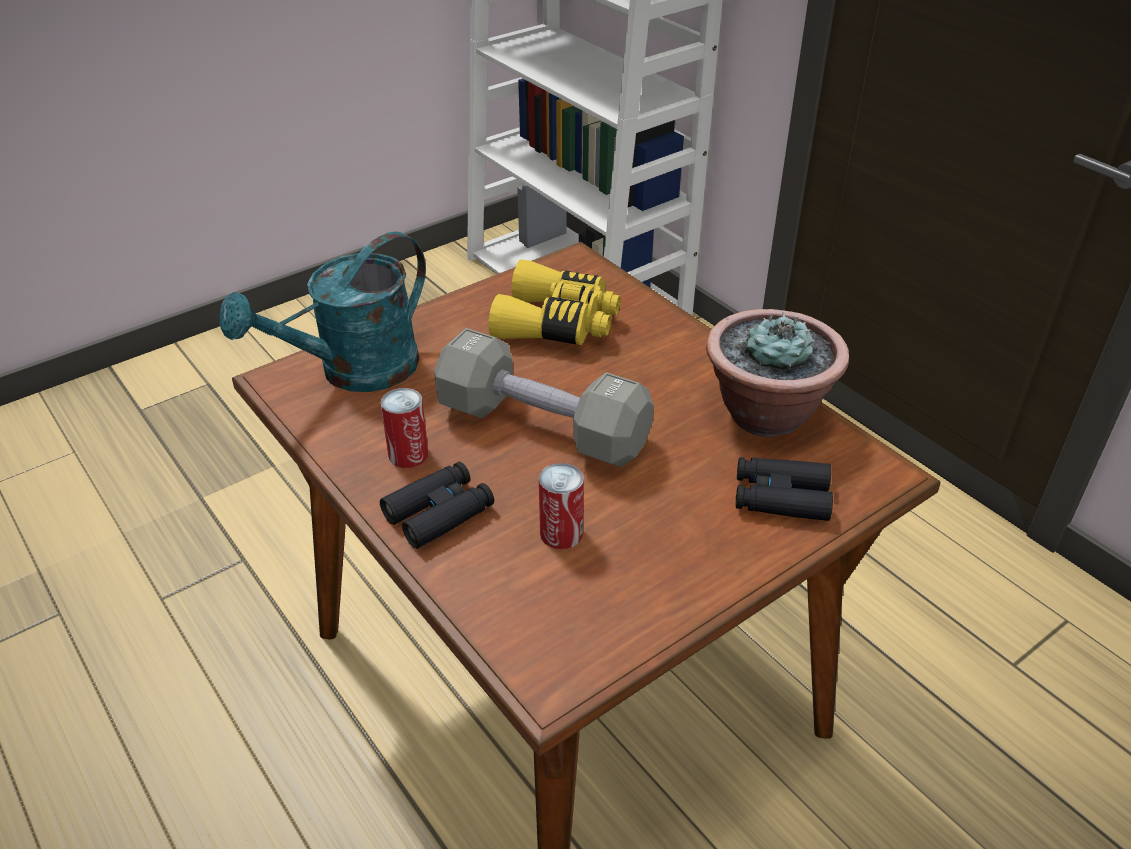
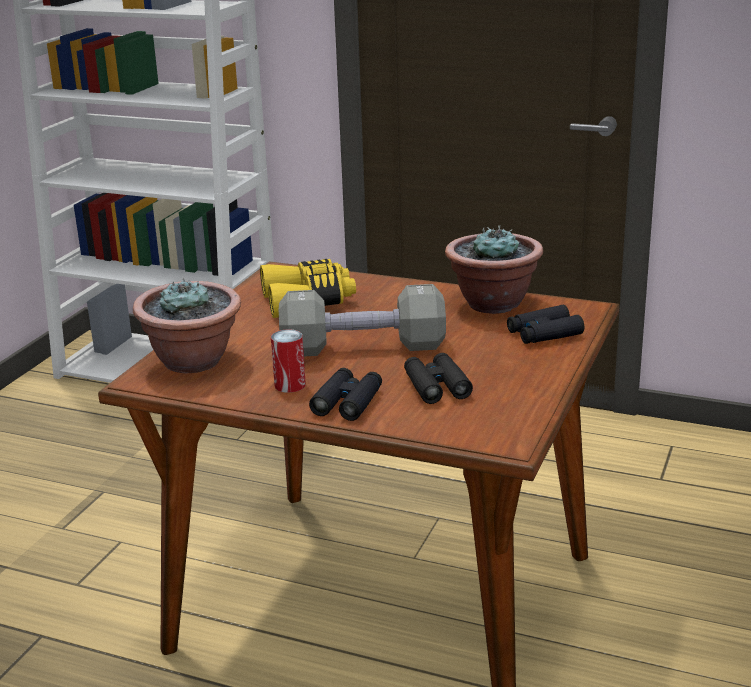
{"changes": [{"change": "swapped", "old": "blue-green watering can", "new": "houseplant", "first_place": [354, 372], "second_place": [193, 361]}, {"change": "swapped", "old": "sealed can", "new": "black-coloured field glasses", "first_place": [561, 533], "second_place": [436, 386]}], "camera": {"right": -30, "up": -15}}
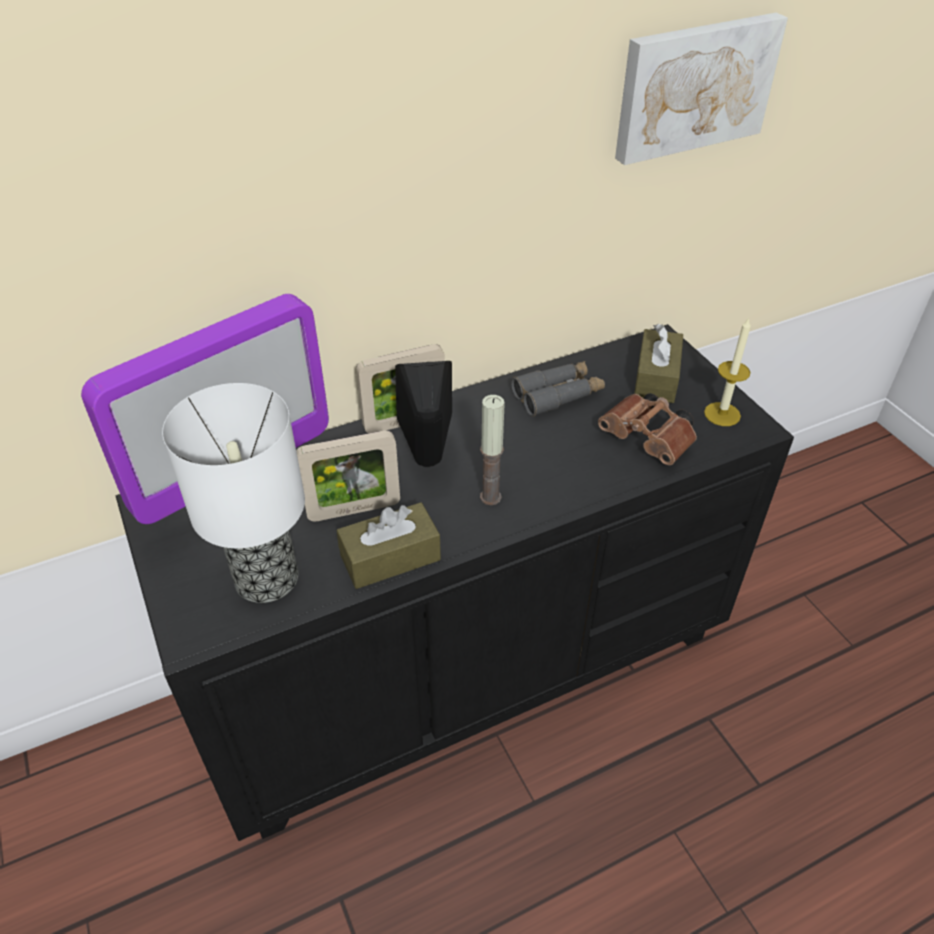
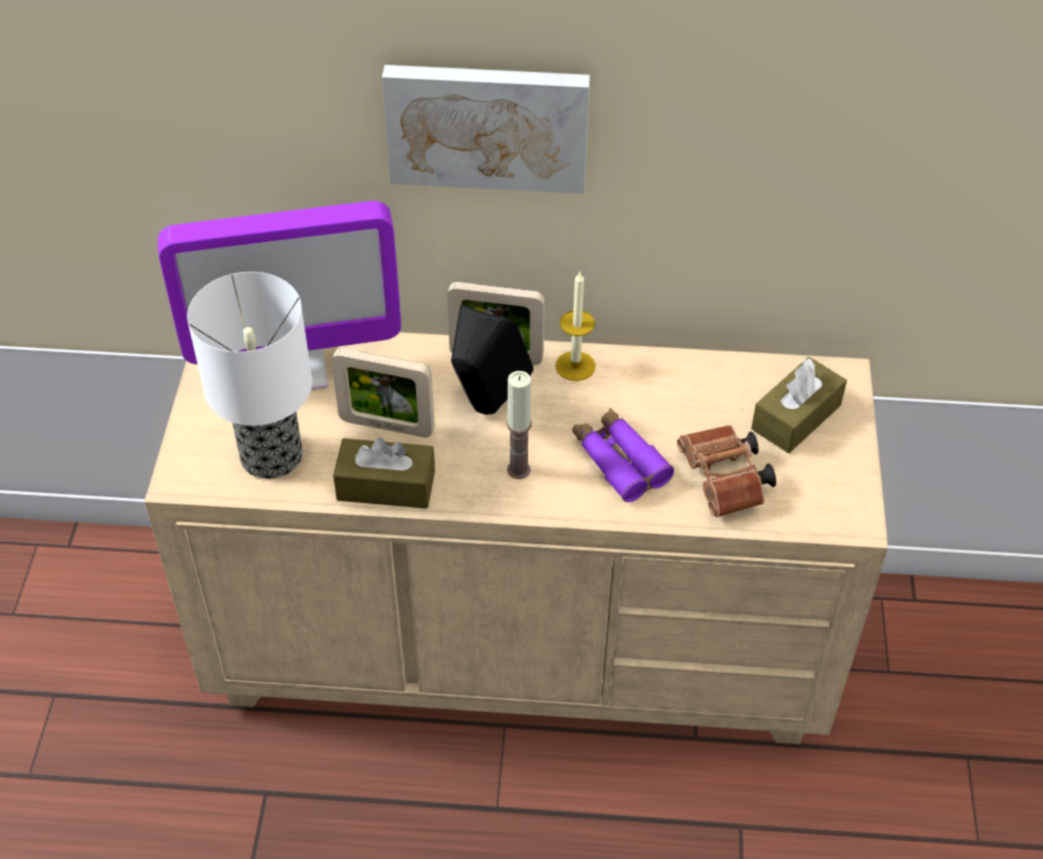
{"changes": [{"change": "repainted", "old": "black-coloured chest of drawers", "new": "beige chest of drawers", "first_place": [466, 666], "second_place": [520, 644]}, {"change": "shifted", "old": "picture", "first_place": [694, 86], "second_place": [487, 124]}, {"change": "shifted", "old": "wax light", "first_place": [722, 414], "second_place": [575, 366]}, {"change": "new", "new": "purple field glasses", "second_place": [619, 461]}, {"change": "gone", "old": "greyish field glasses", "first_place": [558, 395]}], "camera": {"right": 30, "up": 5}}
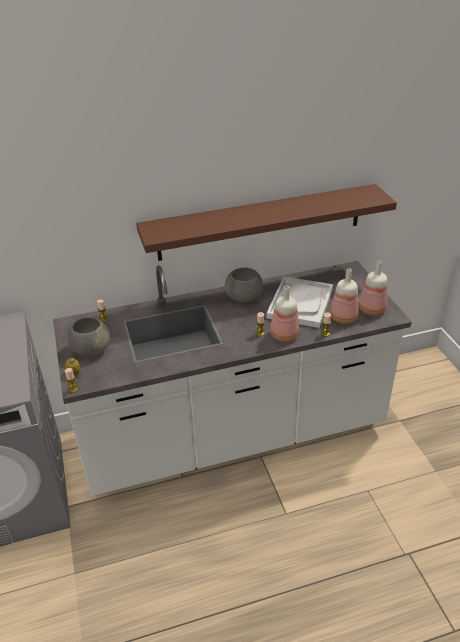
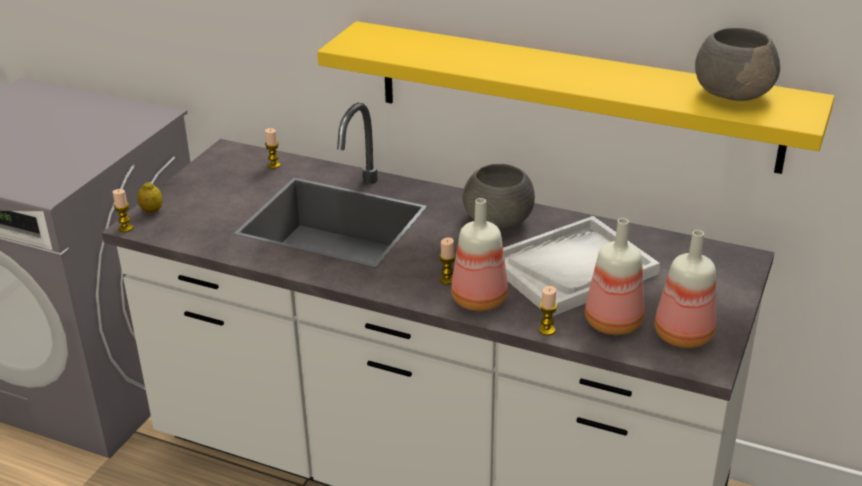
{"changes": [{"change": "repainted", "old": "brown wall shelf", "new": "yellow-coloured wall shelf", "first_place": [261, 222], "second_place": [574, 95]}, {"change": "shifted", "old": "greyish bowl", "first_place": [91, 348], "second_place": [733, 93]}], "camera": {"right": 40, "up": -5}}
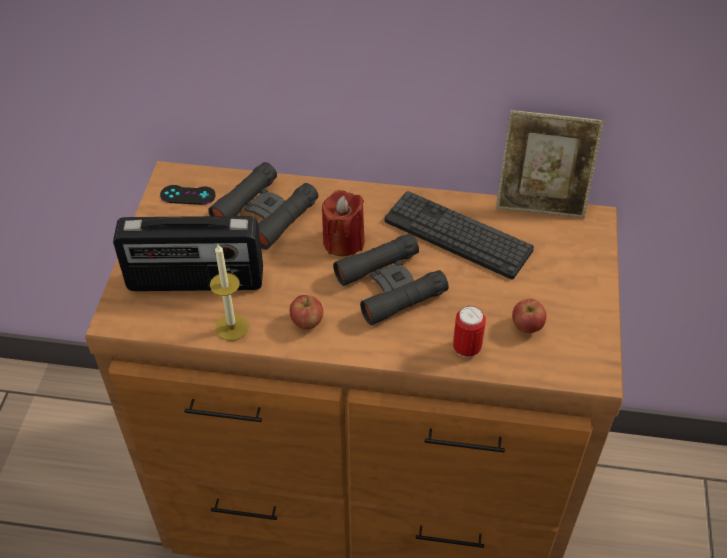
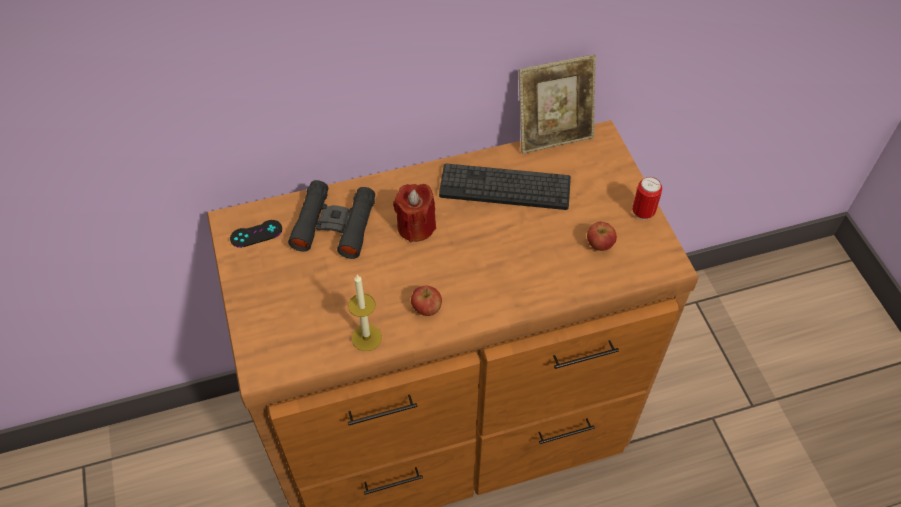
{"changes": [{"change": "shifted", "old": "sealed can", "first_place": [466, 348], "second_place": [643, 212]}, {"change": "gone", "old": "radio", "first_place": [195, 282]}, {"change": "gone", "old": "black-coloured field glasses", "first_place": [390, 285]}], "camera": {"right": -25, "up": 5}}
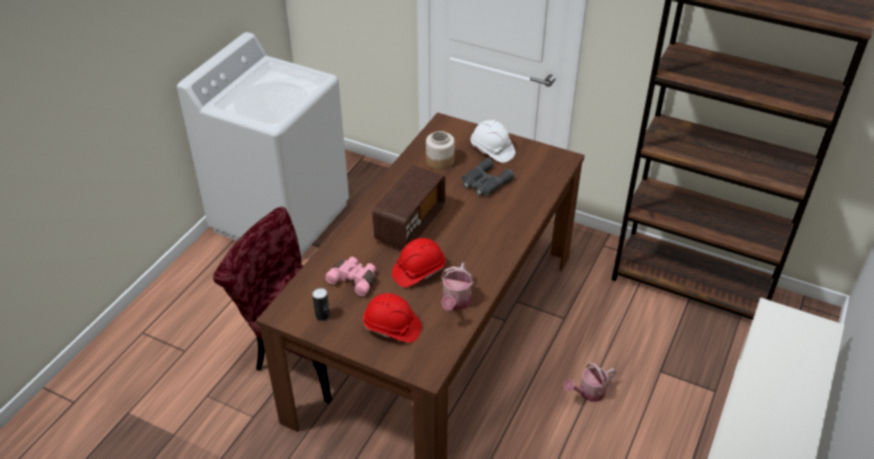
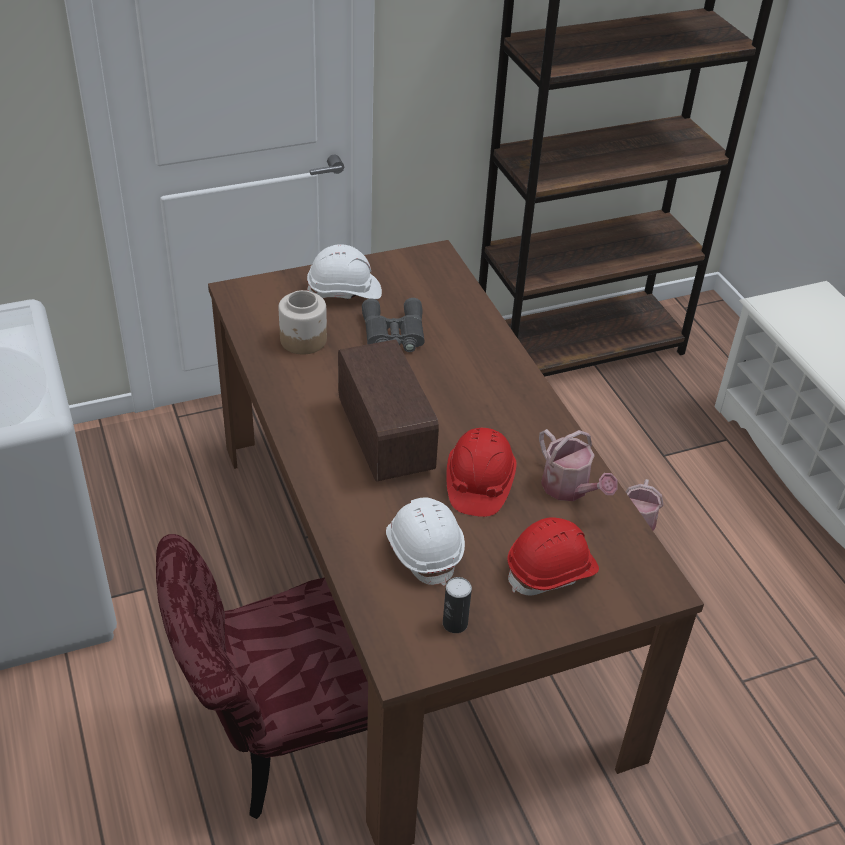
{"changes": [{"change": "swapped", "old": "pinkish field glasses", "new": "white safety helmet", "first_place": [354, 279], "second_place": [424, 550]}], "camera": {"right": -50, "up": 0}}
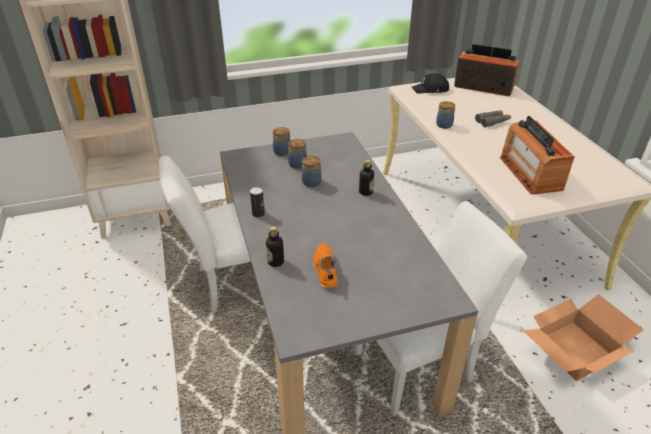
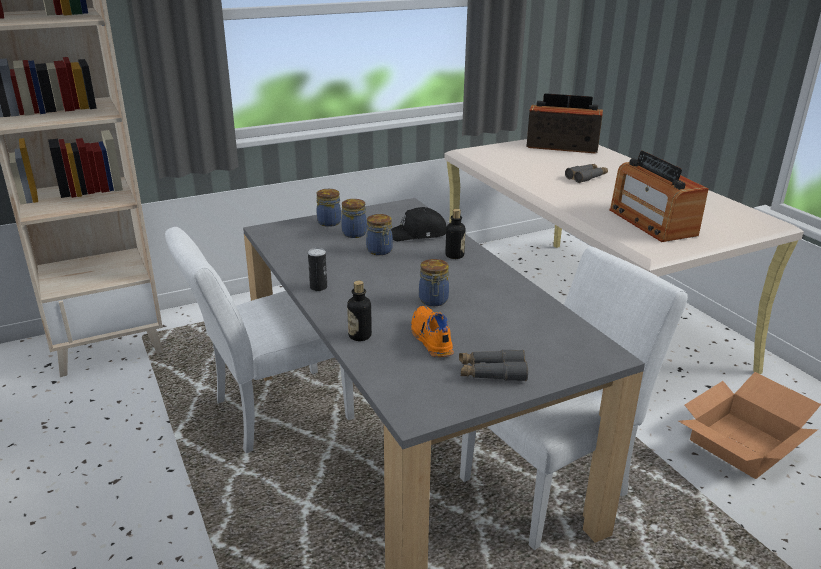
{"changes": [{"change": "shifted", "old": "black-coloured cap", "first_place": [431, 90], "second_place": [417, 234]}, {"change": "shifted", "old": "preserve jar", "first_place": [444, 125], "second_place": [433, 301]}, {"change": "new", "new": "greyish field glasses", "second_place": [492, 372]}], "camera": {"right": -10, "up": -10}}
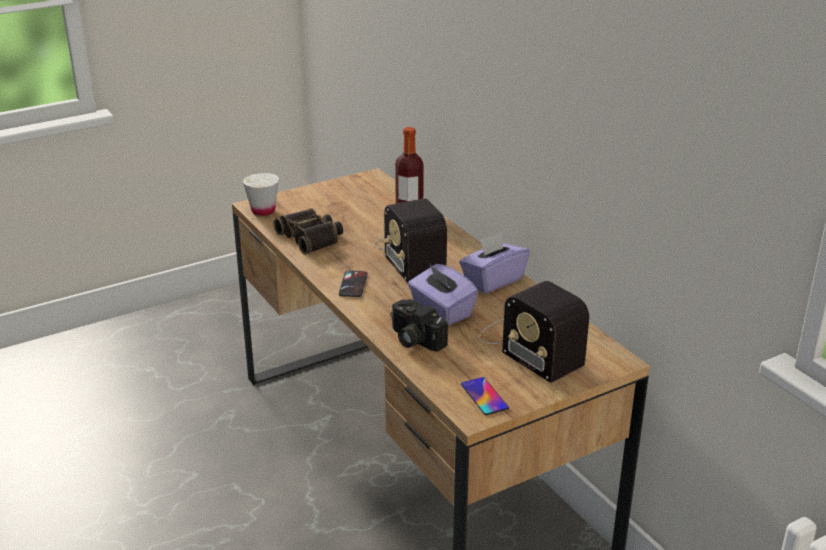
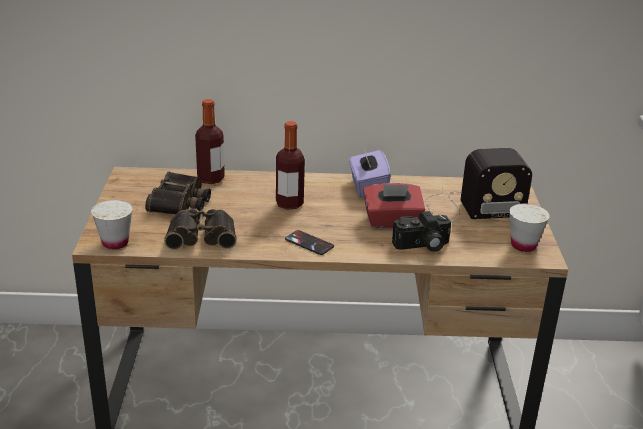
{"changes": [{"change": "new", "new": "field glasses", "second_place": [180, 202]}, {"change": "swapped", "old": "radio", "new": "bottle", "first_place": [410, 254], "second_place": [289, 204]}, {"change": "repainted", "old": "purple box of tissues", "new": "red box of tissues", "first_place": [441, 311], "second_place": [392, 221]}, {"change": "swapped", "old": "phone", "new": "white cup", "first_place": [484, 396], "second_place": [523, 245]}], "camera": {"right": -60, "up": 0}}
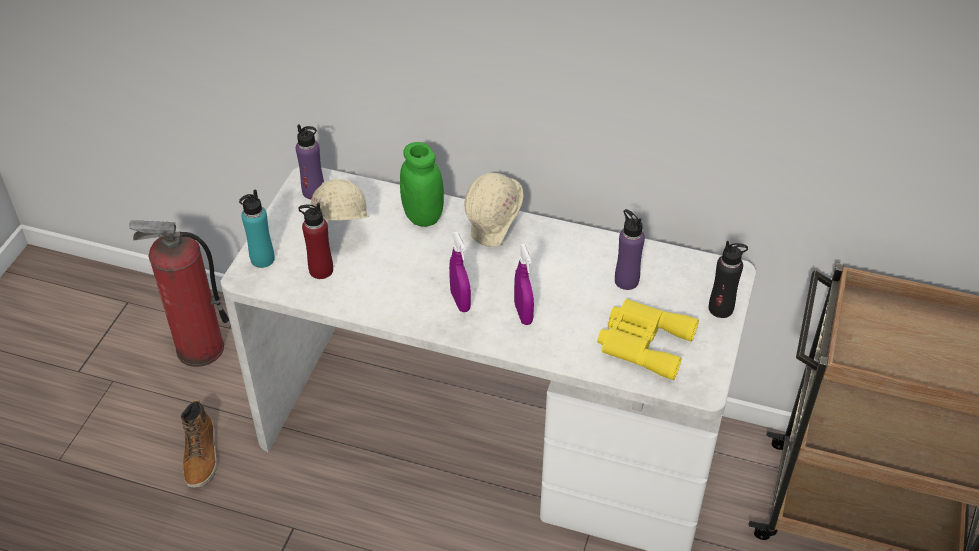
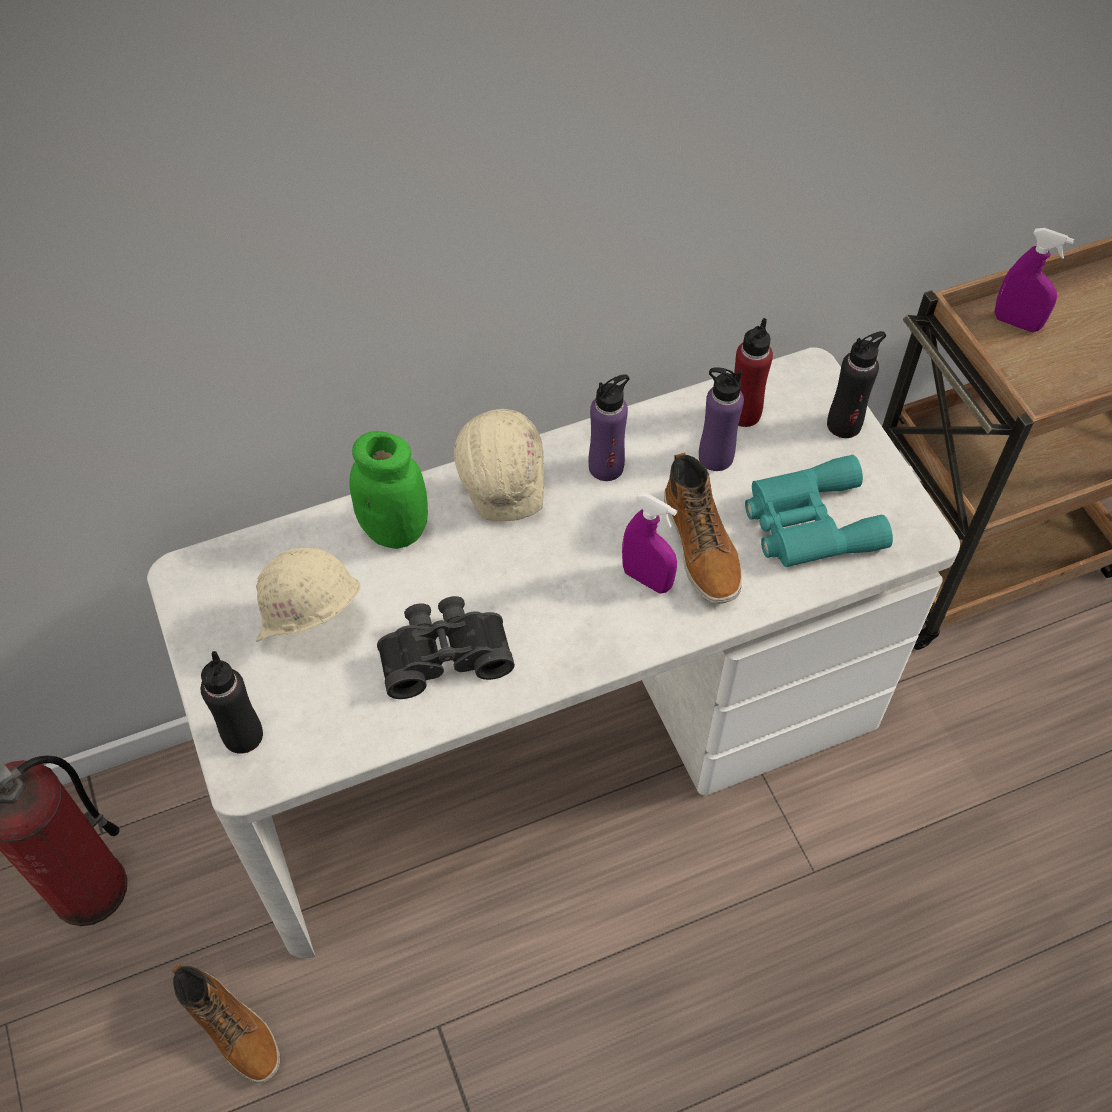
{"changes": [{"change": "repainted", "old": "blue-green bottle", "new": "black-coloured bottle", "first_place": [262, 259], "second_place": [243, 735]}, {"change": "new", "new": "black-coloured field glasses", "second_place": [444, 653]}, {"change": "shifted", "old": "purple bottle", "first_place": [313, 192], "second_place": [606, 467]}, {"change": "new", "new": "boot", "second_place": [702, 547]}, {"change": "shifted", "old": "red bottle", "first_place": [321, 270], "second_place": [743, 413]}, {"change": "repainted", "old": "yellow-coloured field glasses", "new": "blue-green field glasses", "first_place": [643, 342], "second_place": [808, 522]}, {"change": "shifted", "old": "purple hand sprayer", "first_place": [460, 301], "second_place": [1016, 323]}], "camera": {"right": -40, "up": 10}}
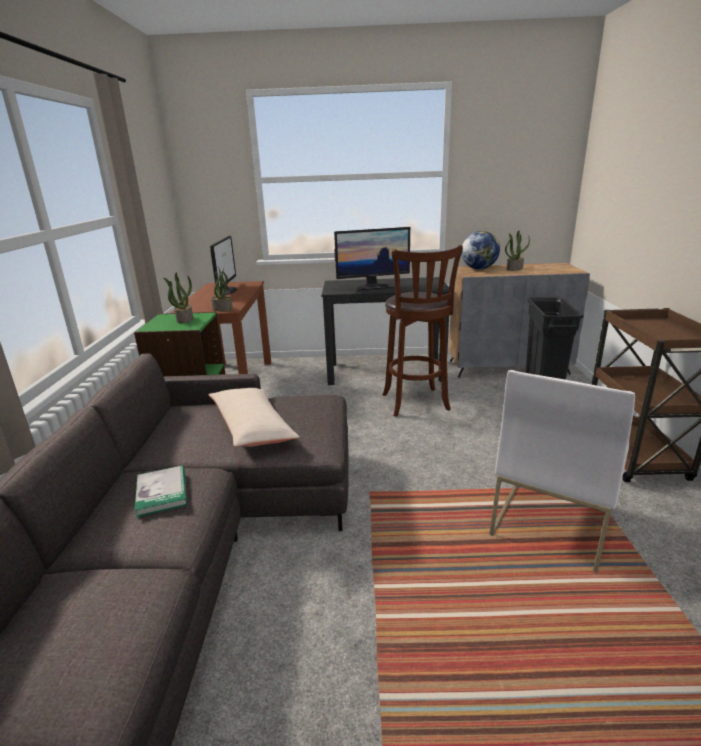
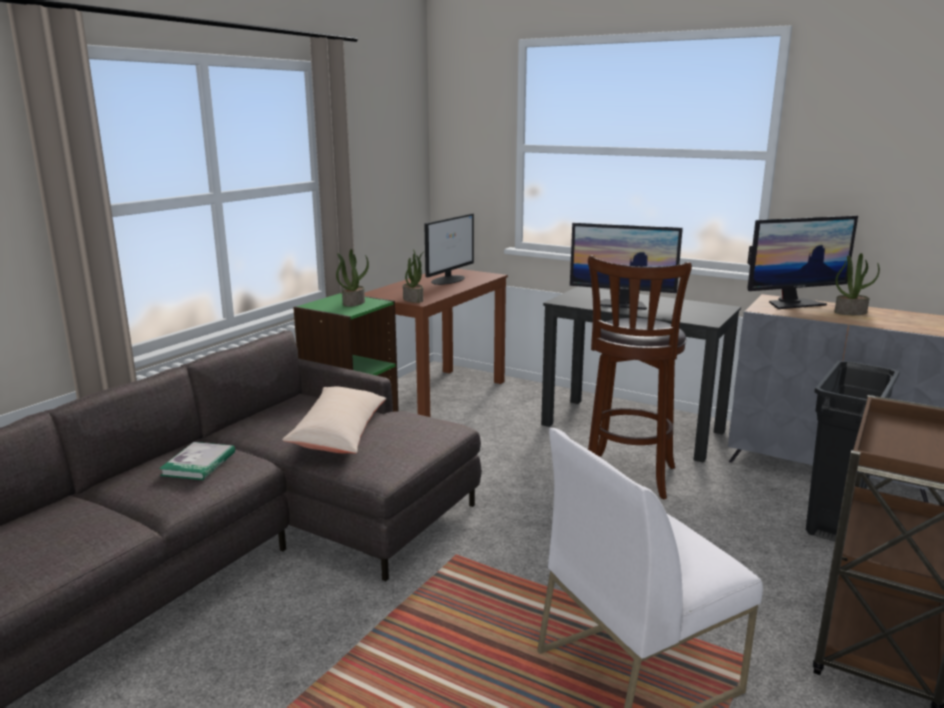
{"changes": [{"change": "swapped", "old": "desk globe", "new": "computer display", "first_place": [479, 269], "second_place": [792, 303]}], "camera": {"right": 30, "up": -5}}
